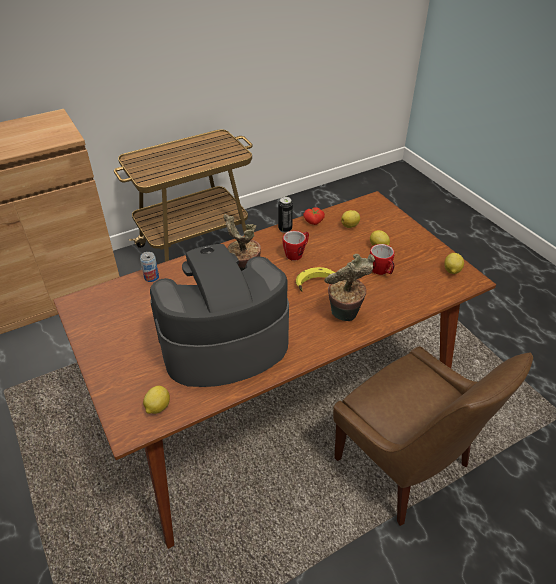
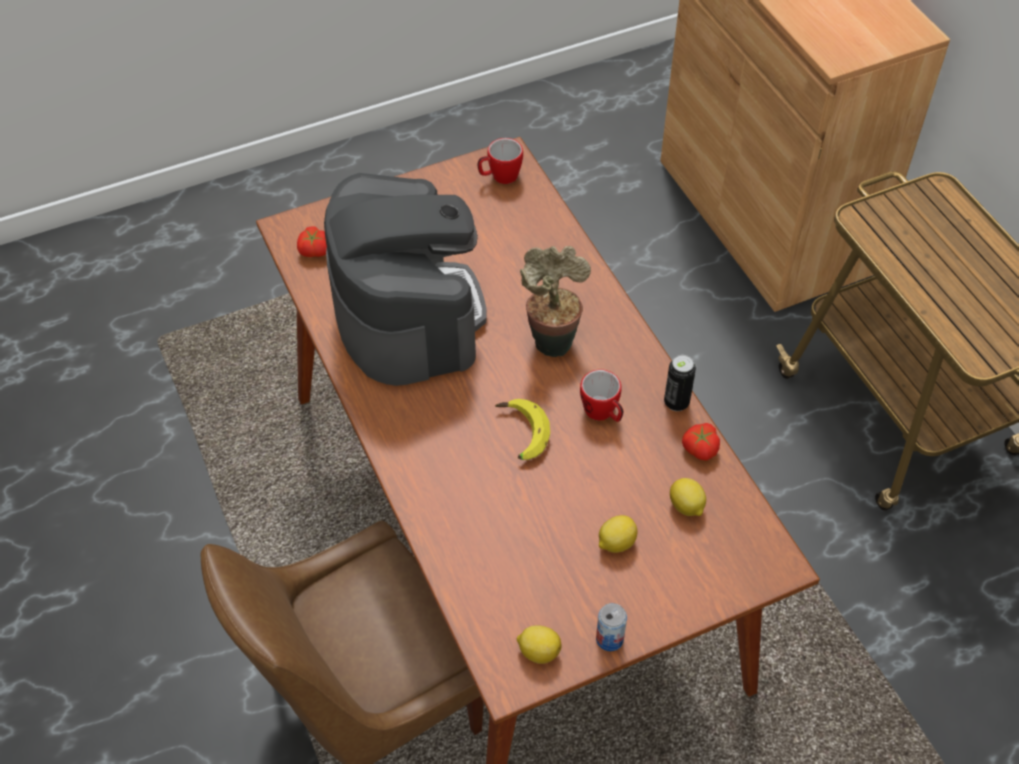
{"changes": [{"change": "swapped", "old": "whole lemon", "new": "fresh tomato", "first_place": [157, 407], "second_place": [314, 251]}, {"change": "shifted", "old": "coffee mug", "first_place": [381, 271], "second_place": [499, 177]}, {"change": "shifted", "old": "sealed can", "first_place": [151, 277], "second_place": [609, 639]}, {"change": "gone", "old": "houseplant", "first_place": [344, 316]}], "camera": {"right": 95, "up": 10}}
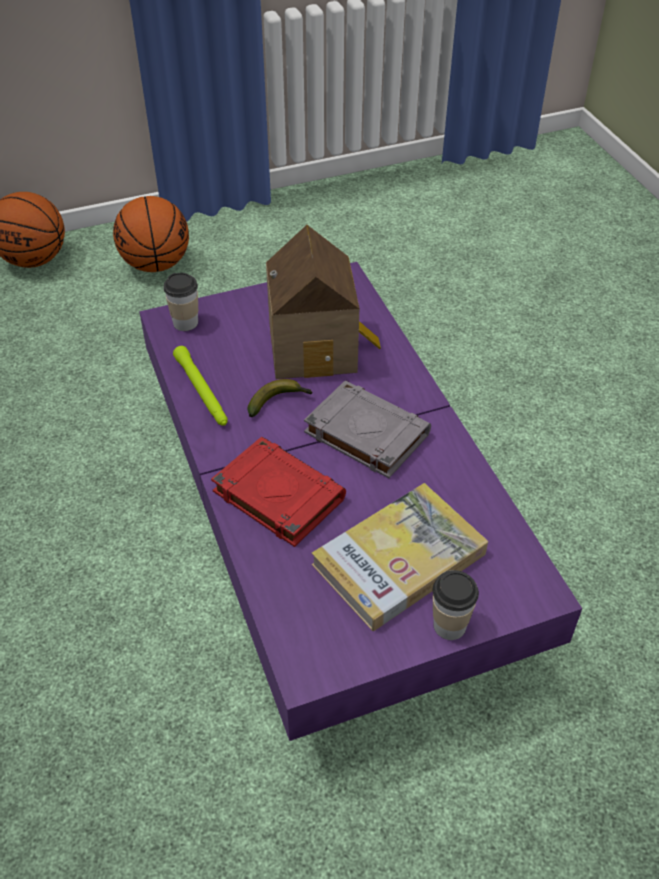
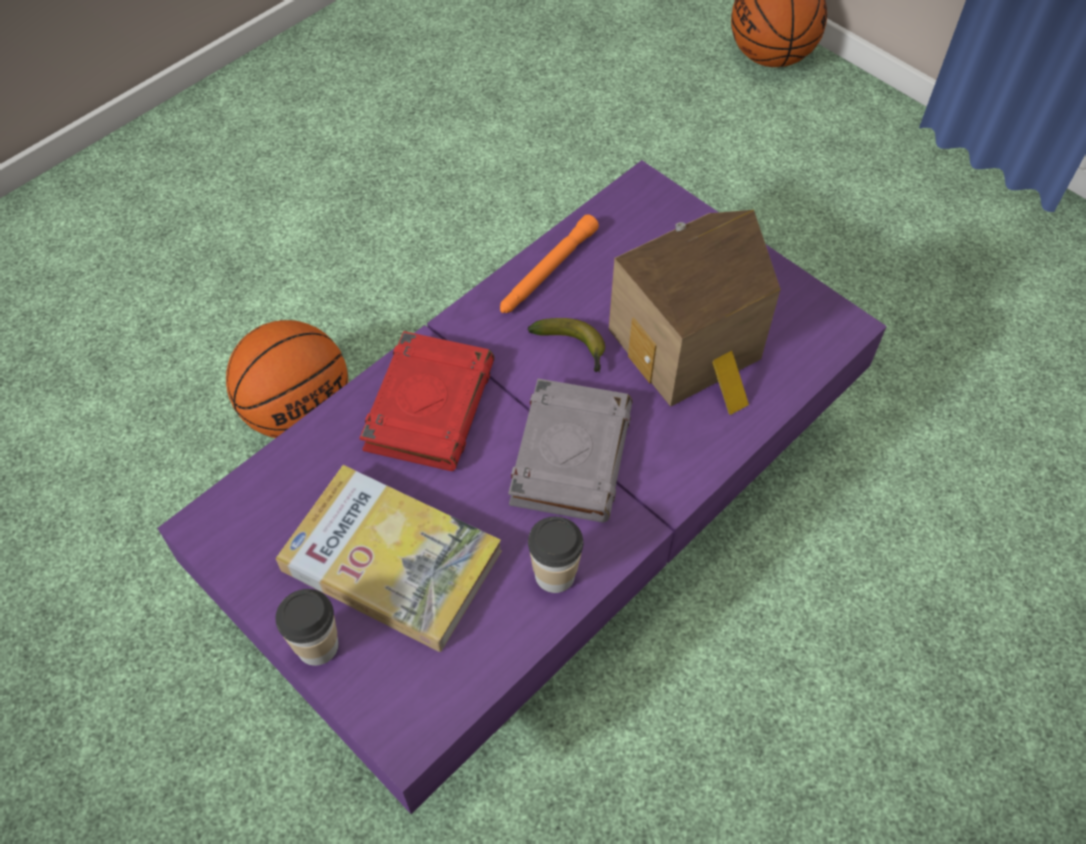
{"changes": [{"change": "shifted", "old": "basketball ball", "first_place": [156, 264], "second_place": [298, 412]}, {"change": "repainted", "old": "green-coloured hand torch", "new": "orange-coloured hand torch", "first_place": [202, 392], "second_place": [547, 271]}, {"change": "shifted", "old": "cup", "first_place": [185, 323], "second_place": [554, 575]}], "camera": {"right": 65, "up": 10}}
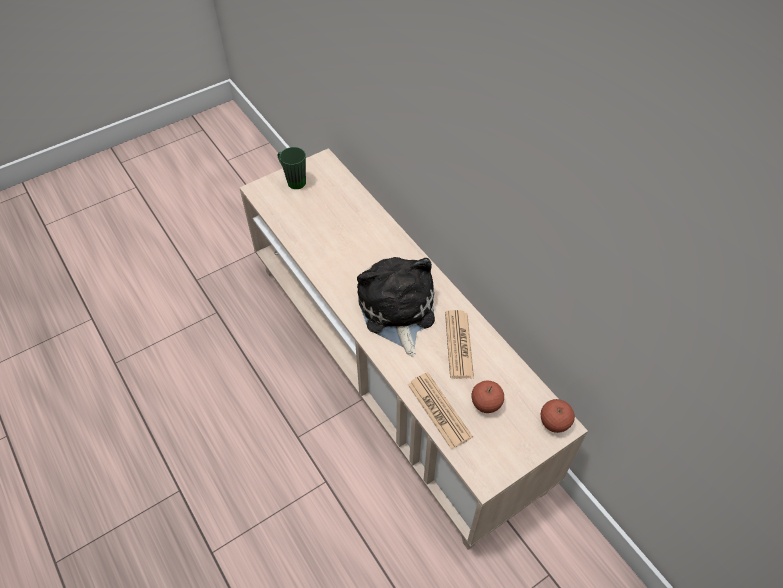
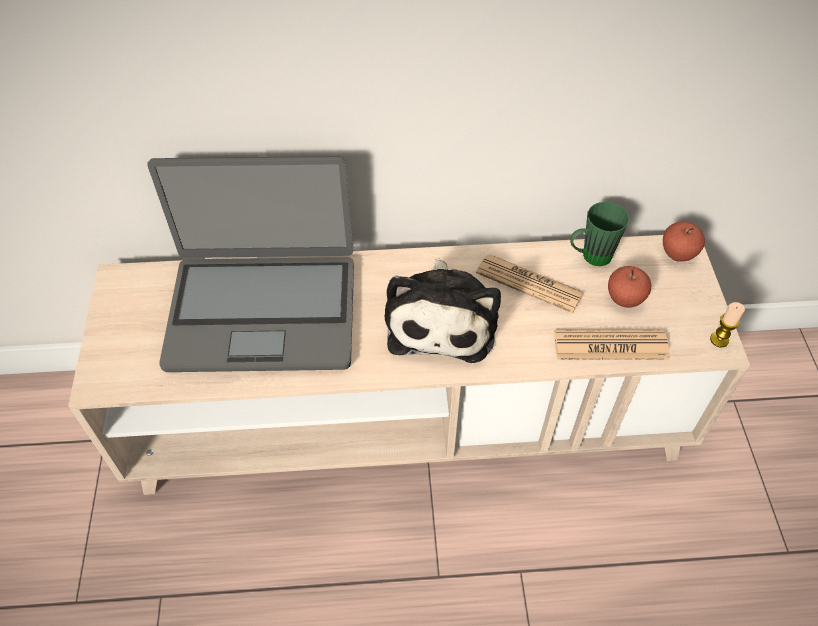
{"changes": [{"change": "new", "new": "laptop", "second_place": [263, 311]}, {"change": "rotated", "old": "plush toy", "first_place": [397, 311], "second_place": [442, 319], "degrees": -105}, {"change": "shifted", "old": "green-coloured coffee mug", "first_place": [293, 180], "second_place": [589, 257]}, {"change": "new", "new": "wax light", "second_place": [719, 340]}], "camera": {"right": -60, "up": 0}}
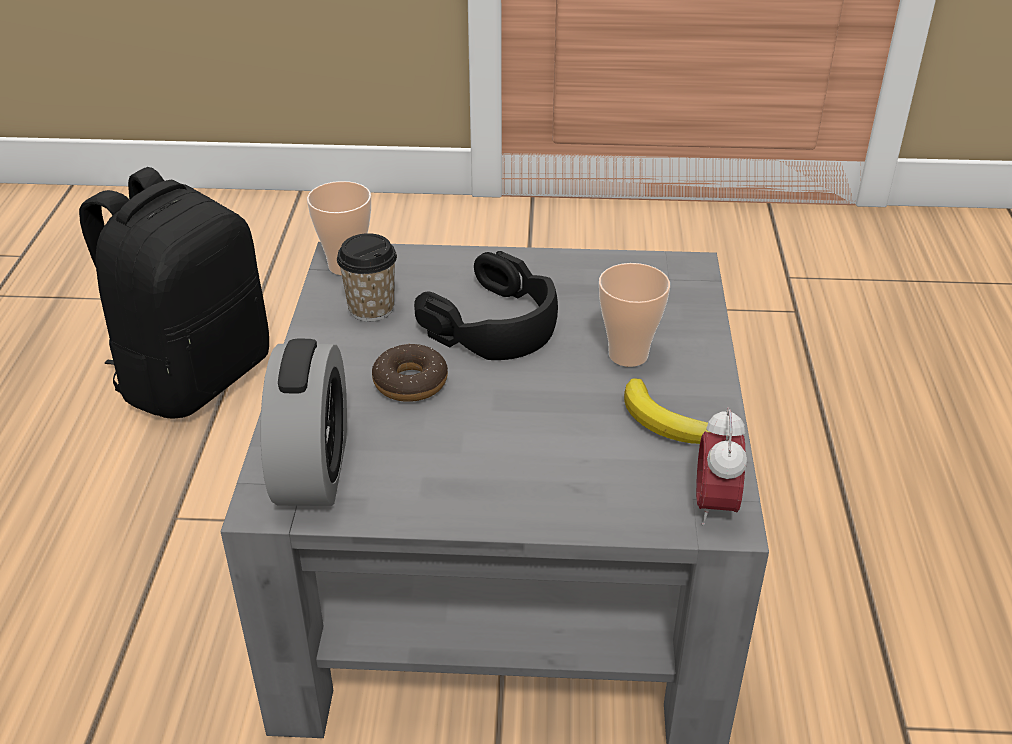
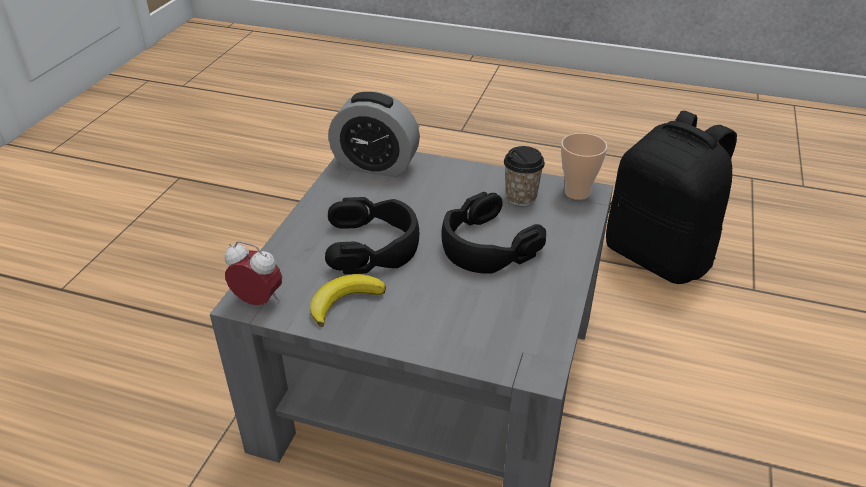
{"changes": [{"change": "new", "new": "black-coloured headset", "second_place": [373, 245]}, {"change": "gone", "old": "donut", "first_place": [410, 382]}, {"change": "gone", "old": "cup", "first_place": [628, 355]}], "camera": {"right": 105, "up": 0}}
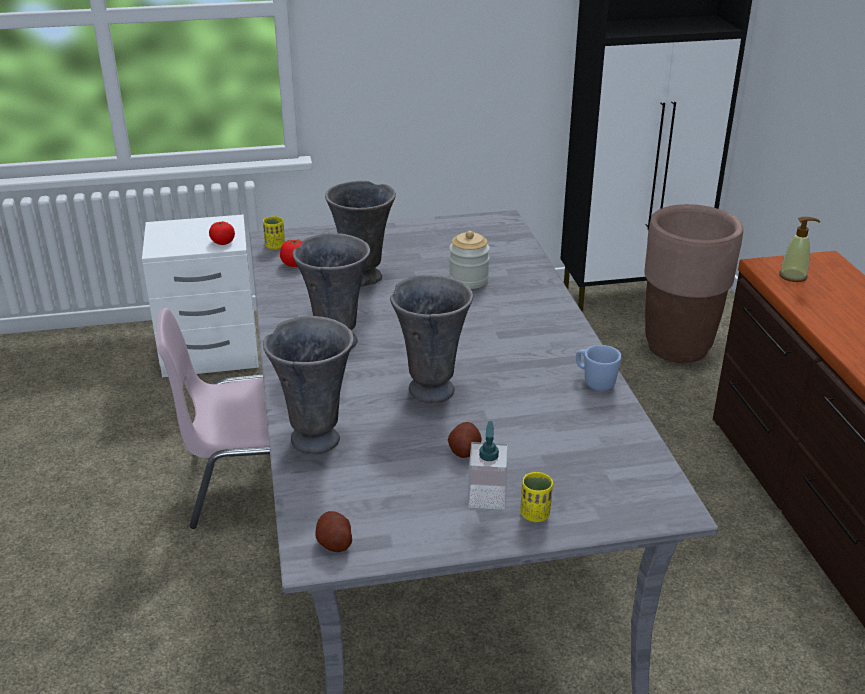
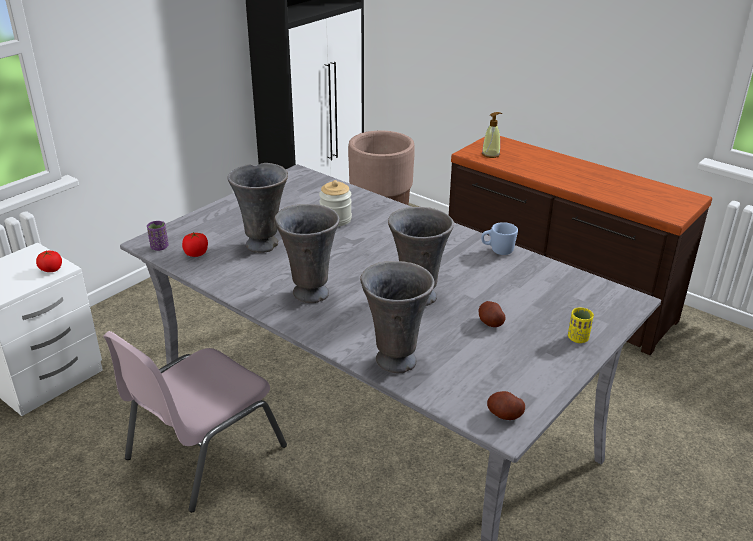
{"changes": [{"change": "repainted", "old": "yellow-coloured cup", "new": "purple cup", "first_place": [275, 246], "second_place": [159, 247]}, {"change": "gone", "old": "soap bottle", "first_place": [487, 496]}], "camera": {"right": -40, "up": 0}}
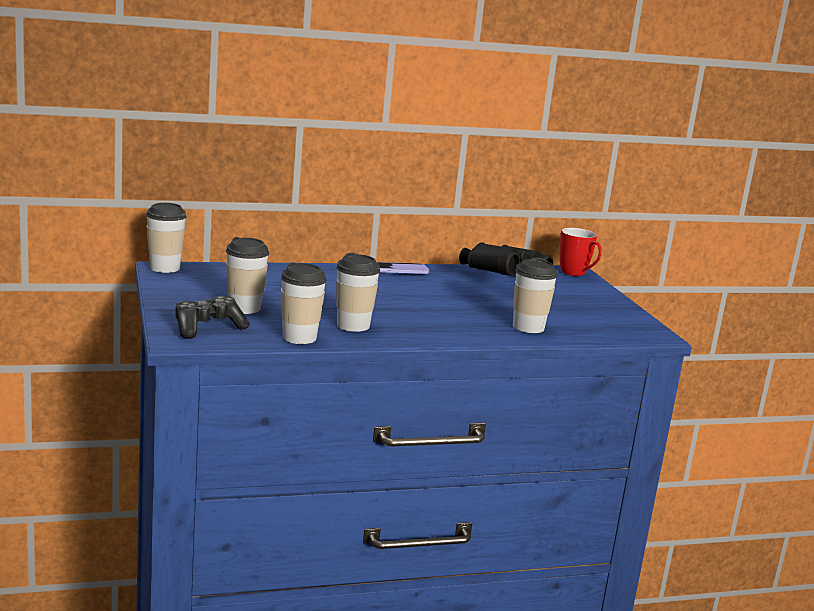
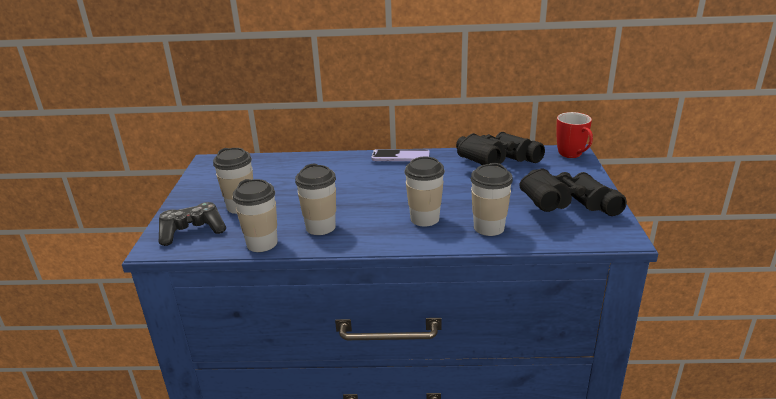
{"changes": [{"change": "shifted", "old": "cup", "first_place": [165, 267], "second_place": [424, 218]}, {"change": "new", "new": "black-coloured field glasses", "second_place": [565, 208]}], "camera": {"right": 20, "up": 10}}
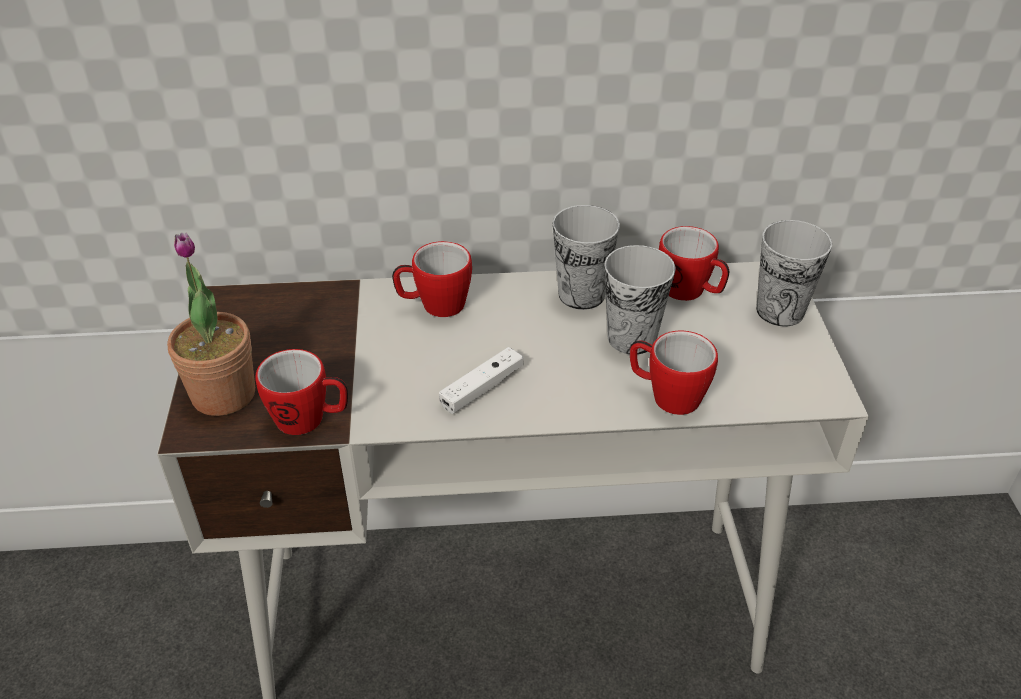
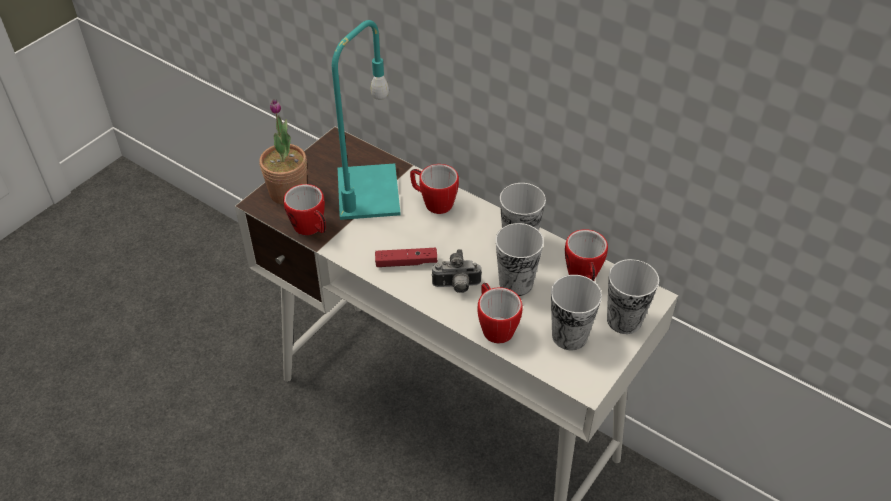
{"changes": [{"change": "new", "new": "blue-green table lamp", "second_place": [369, 193]}, {"change": "repainted", "old": "white gamepad", "new": "red gamepad", "first_place": [482, 388], "second_place": [406, 262]}, {"change": "new", "new": "photo camera", "second_place": [456, 287]}, {"change": "new", "new": "cup", "second_place": [569, 336]}], "camera": {"right": 40, "up": 5}}
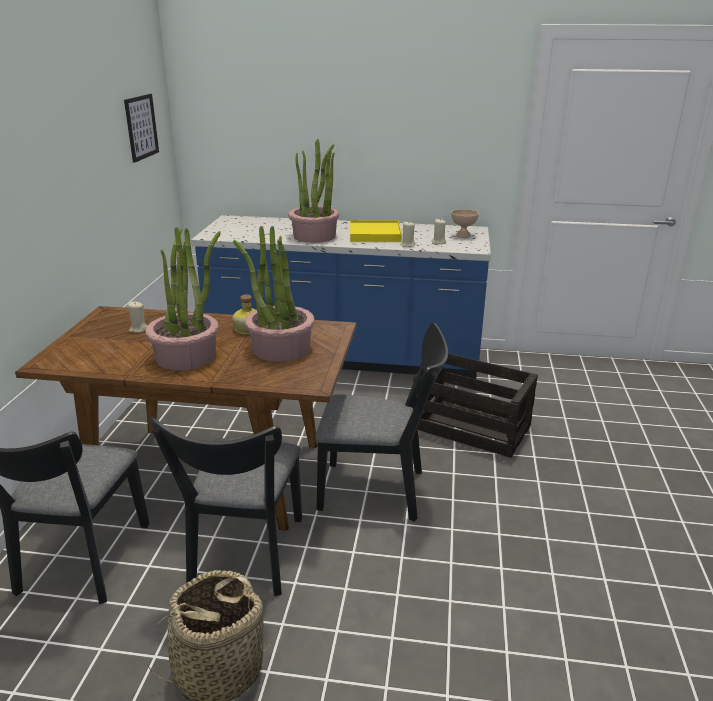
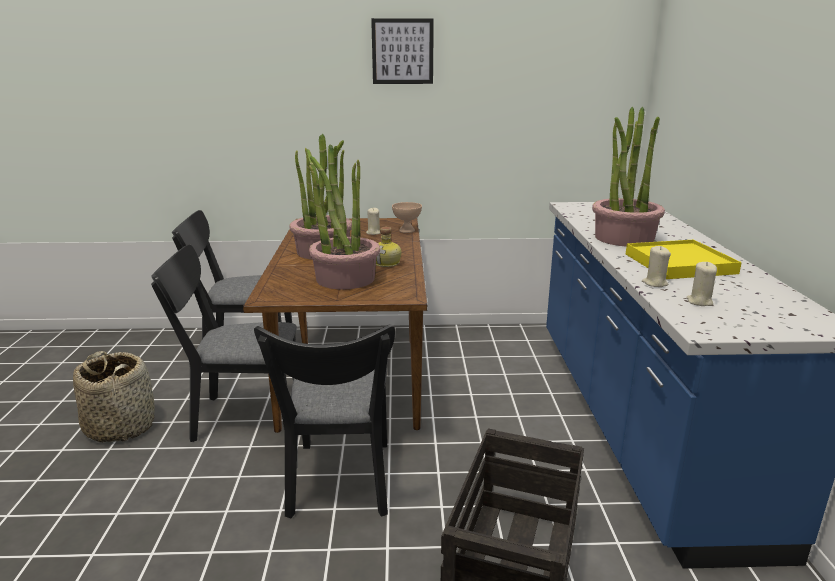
{"changes": [{"change": "shifted", "old": "picture", "first_place": [141, 127], "second_place": [402, 51]}, {"change": "shifted", "old": "beige bowl", "first_place": [463, 235], "second_place": [407, 230]}], "camera": {"right": 80, "up": -5}}
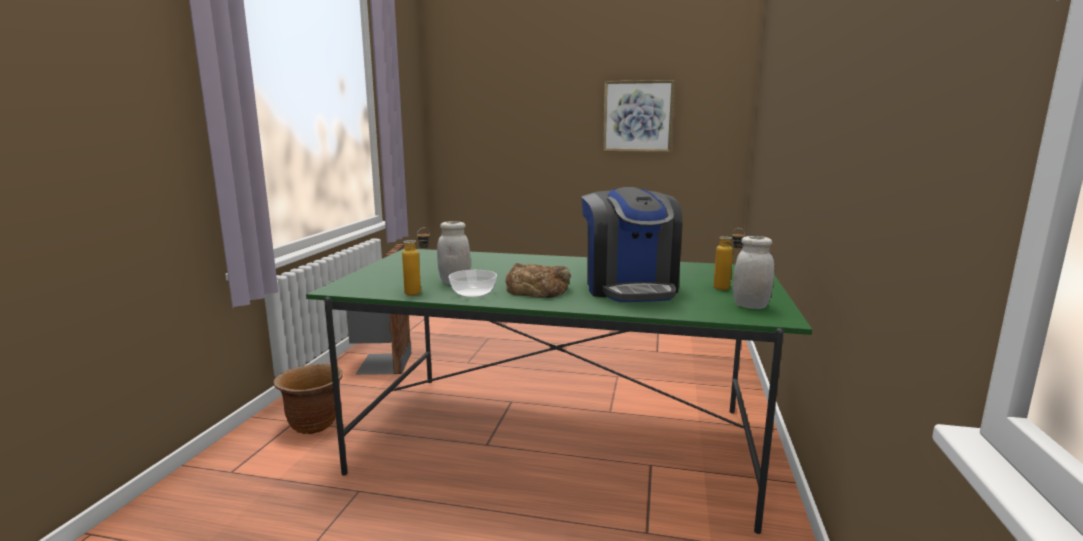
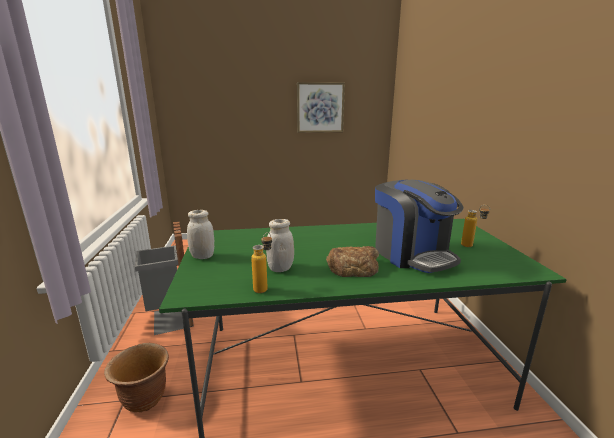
{"changes": [{"change": "shifted", "old": "white preserve jar", "first_place": [750, 306], "second_place": [202, 256]}, {"change": "gone", "old": "bowl", "first_place": [474, 293]}], "camera": {"right": -20, "up": 5}}
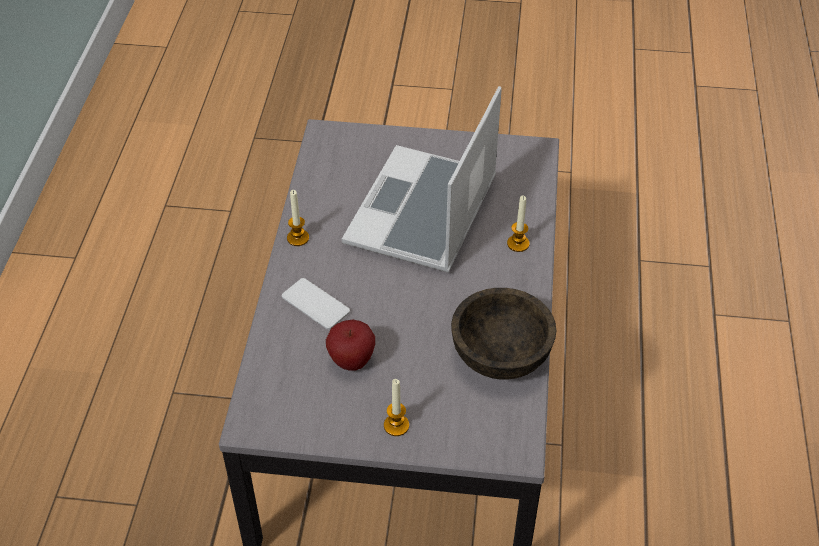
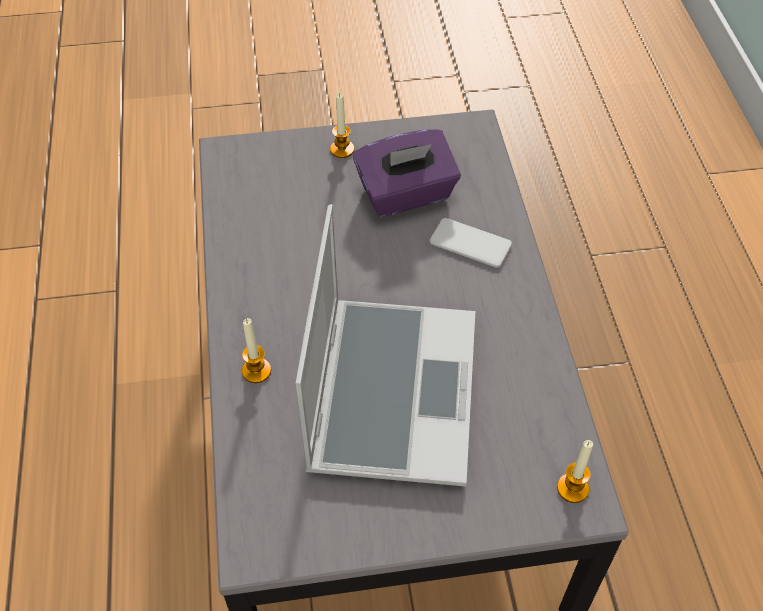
{"changes": [{"change": "swapped", "old": "whole apple", "new": "purple box of tissues", "first_place": [351, 361], "second_place": [406, 195]}, {"change": "shifted", "old": "wax light", "first_place": [298, 238], "second_place": [572, 488]}, {"change": "gone", "old": "brown bowl", "first_place": [501, 355]}], "camera": {"right": 165, "up": 5}}
